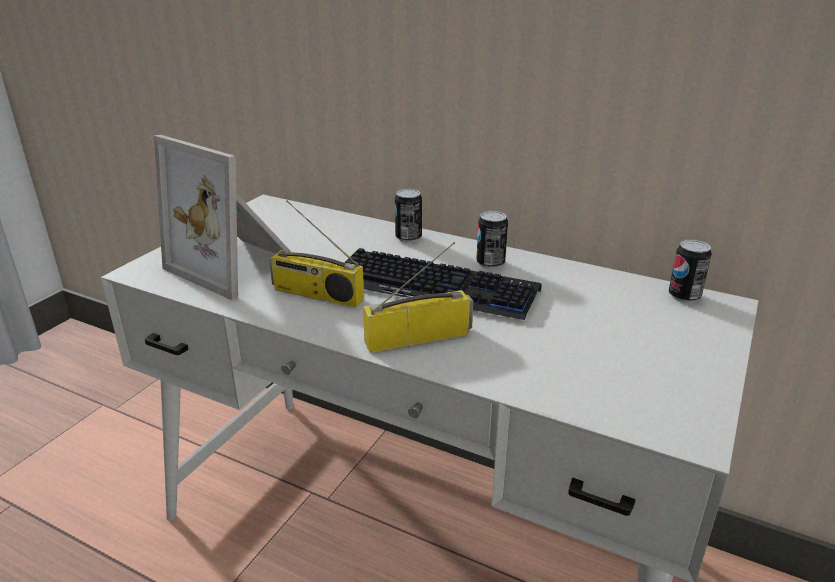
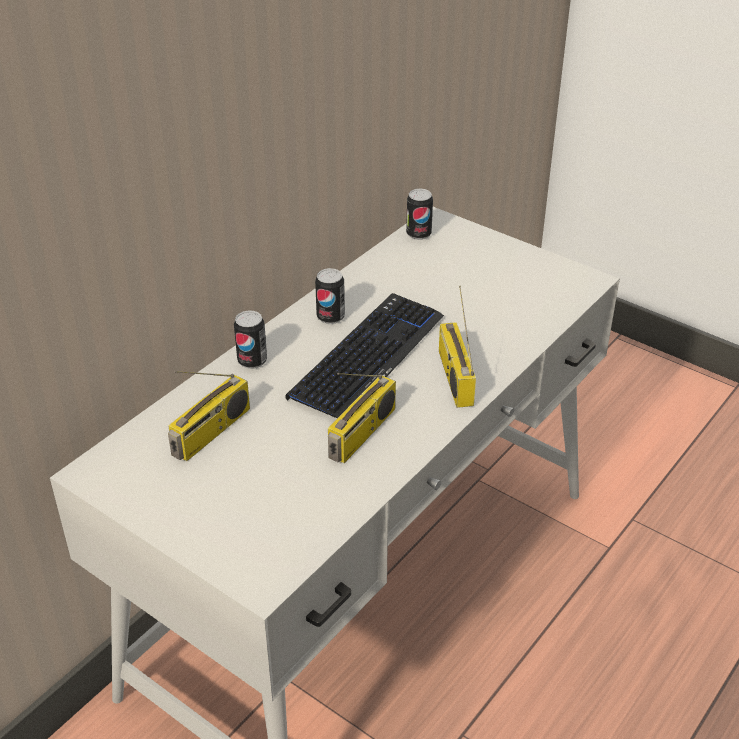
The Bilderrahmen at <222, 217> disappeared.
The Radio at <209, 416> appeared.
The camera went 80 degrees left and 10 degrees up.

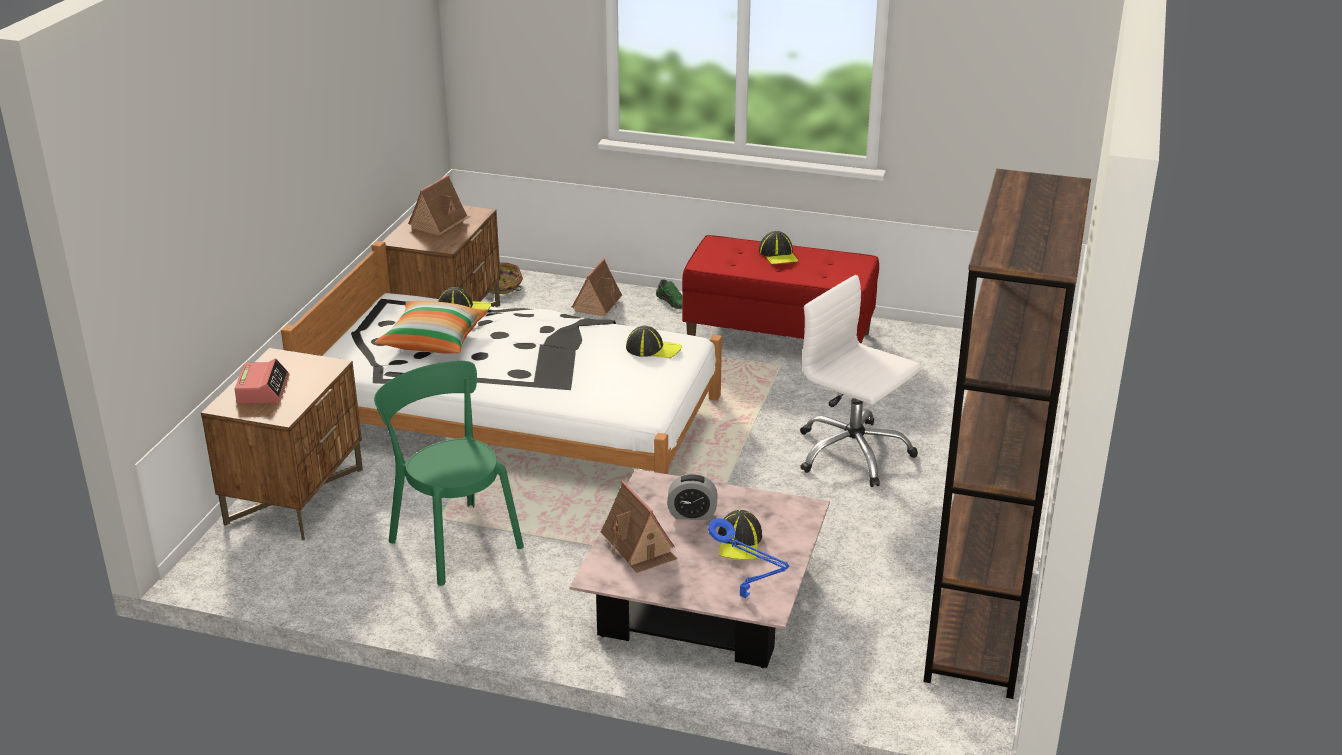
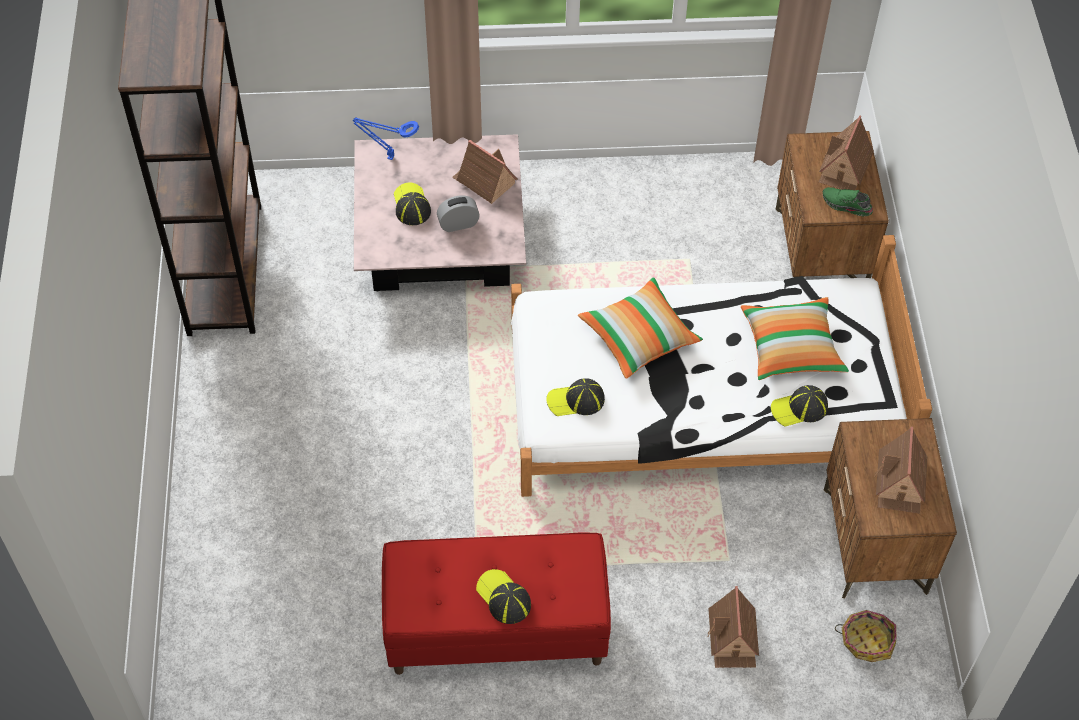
The Bürostuhl (weiß) at <860, 381> disappeared.
The Schuh (grün) moved from <669, 294> to <848, 201>.
The Wecker at <262, 381> was replaced by the Spielzeughaus at <846, 152>.
The Stuhl (grün) at <449, 473> disappeared.
The Kissen at <640, 328> appeared.
The camera went 160 degrees right and 25 degrees up.

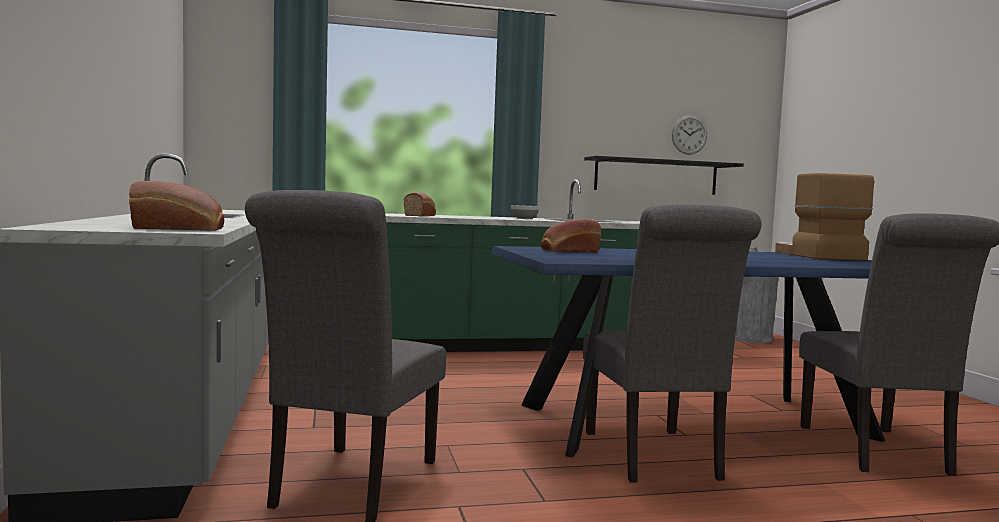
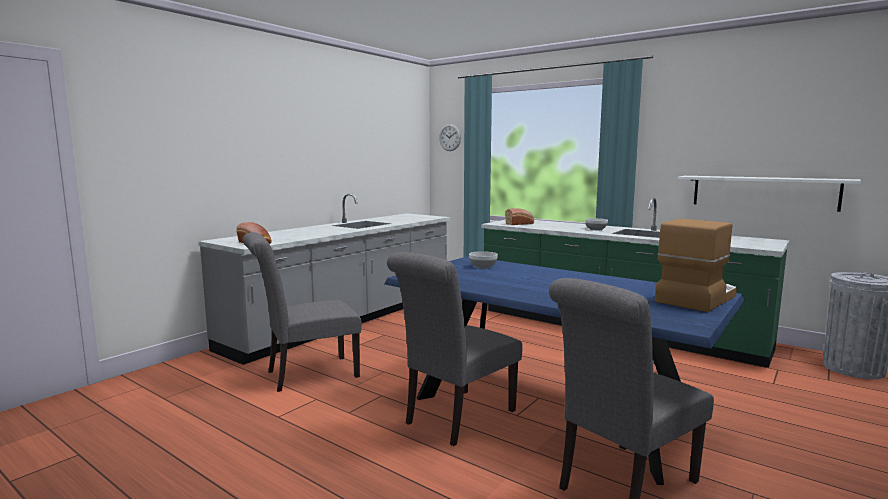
The Wanduhr moved from <689, 135> to <450, 137>.
The Wandregal (schwarz) at <664, 175> became the Wandregal (weiß) at <769, 194>.
The Brot at <571, 235> was replaced by the Schüssel at <483, 260>.
The camera went 50 degrees right and 5 degrees up.

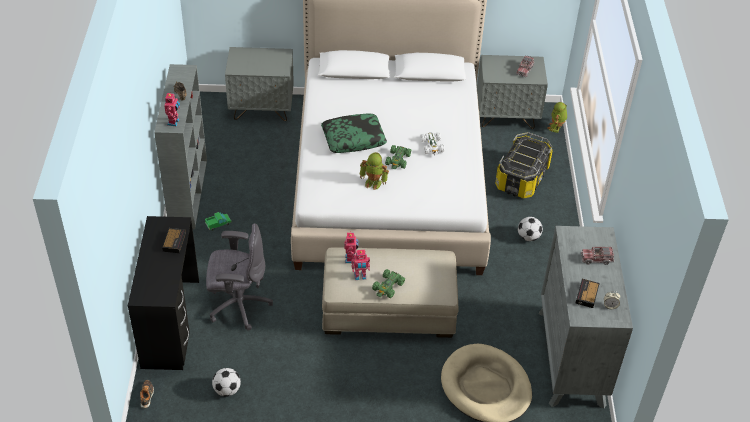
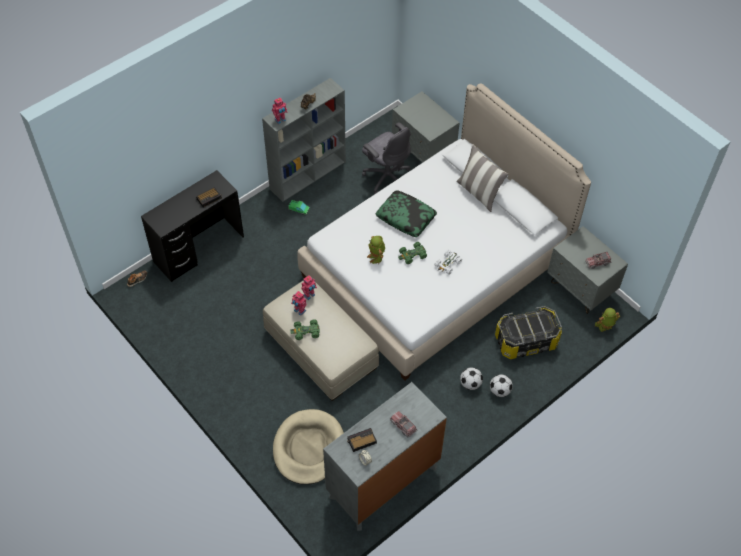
The Bürostuhl (grau) moved from <239, 277> to <386, 158>.
The Fußball moved from <226, 382> to <501, 385>.
The Kissen at <482, 178> appeared.
The camera went 50 degrees right and 10 degrees up.

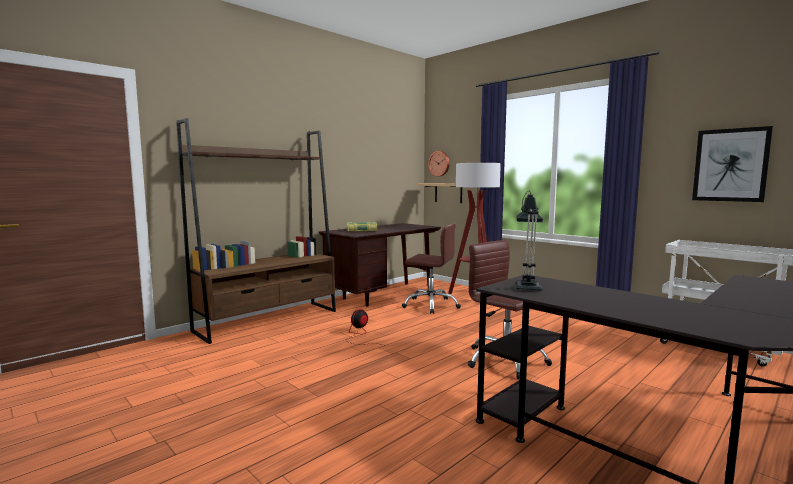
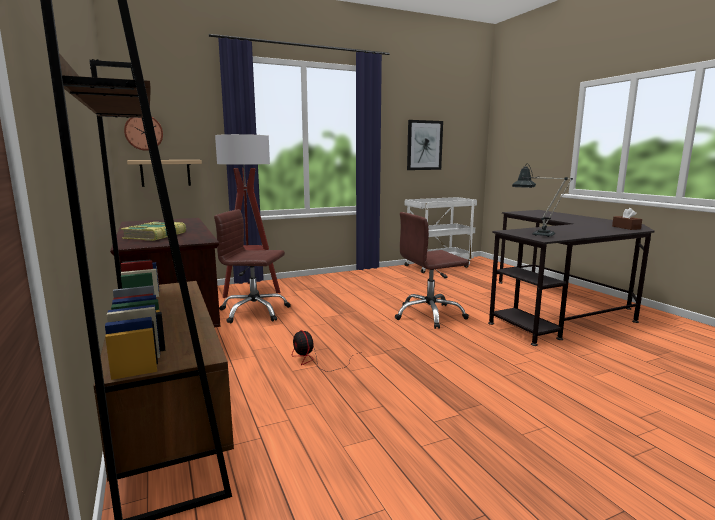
The Bürostuhl (braun) at <431, 269> turned 120 degrees counterclockwise.
The Taschentuchbox (braun) at <627, 219> appeared.
The camera went 70 degrees left and 5 degrees up.

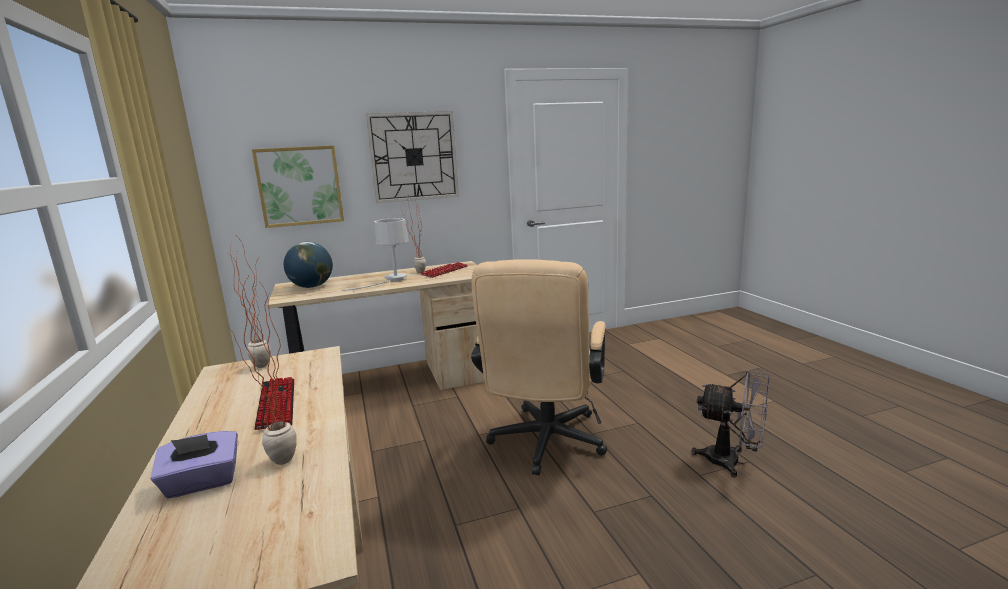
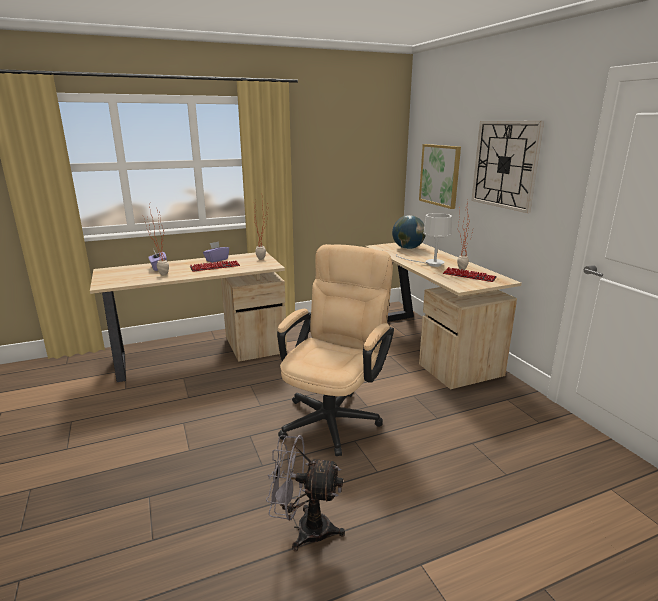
The Bürostuhl (beige) at <539, 367> turned 105 degrees clockwise.
The Ventilator (grau) at <730, 423> turned 75 degrees clockwise.
The Taschentuchbox (lila) at <216, 252> appeared.
The camera went 85 degrees right and 5 degrees up.

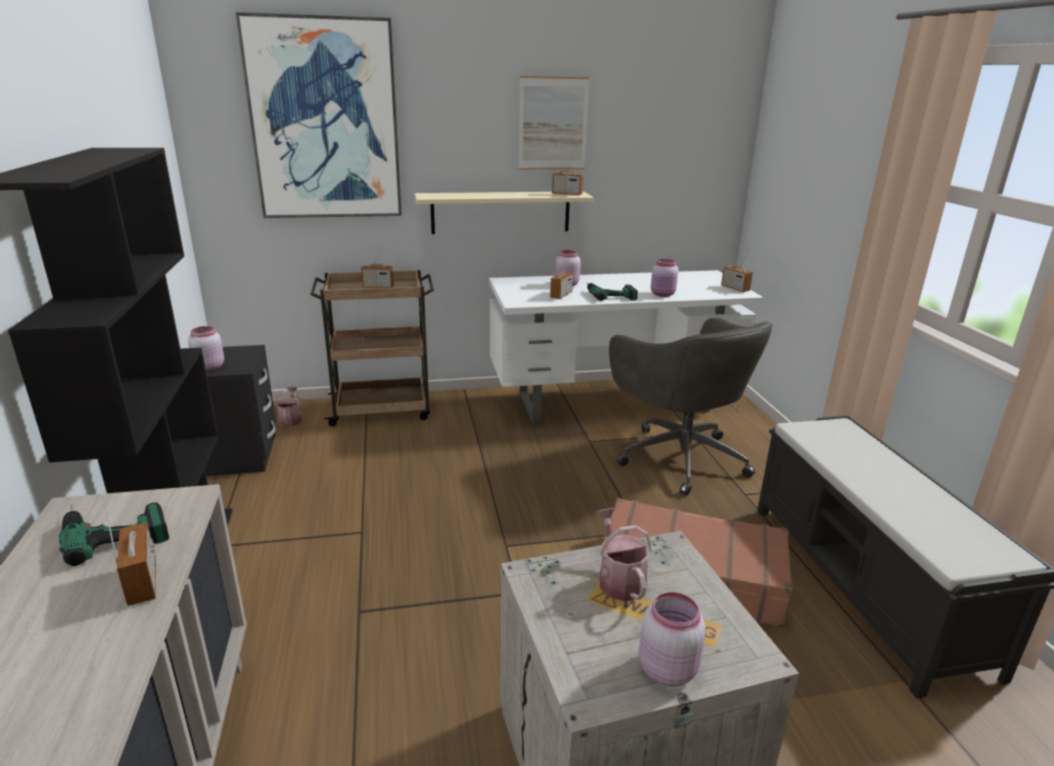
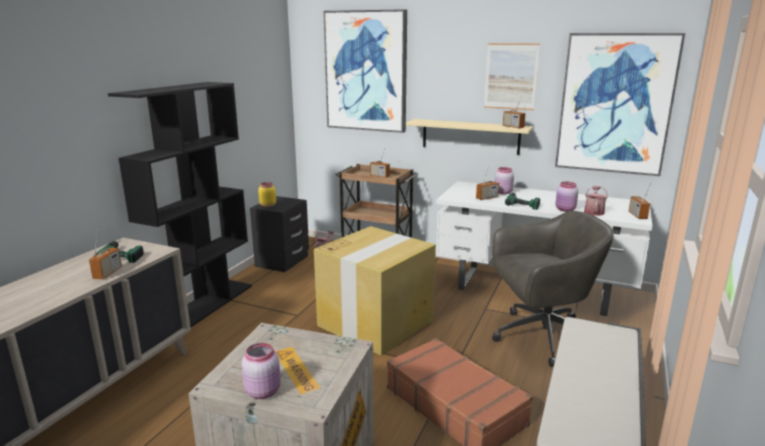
The Bürostuhl (grau) at <691, 407> turned 105 degrees counterclockwise.
The Vorratsglas (rosa) at <206, 348> became the Vorratsglas (gelb) at <267, 194>.
The Gießkanne moved from <623, 554> to <596, 200>.
The Bild at <620, 104> appeared.
The Karton at <375, 291> appeared.
The camera went 35 degrees right and 5 degrees down.

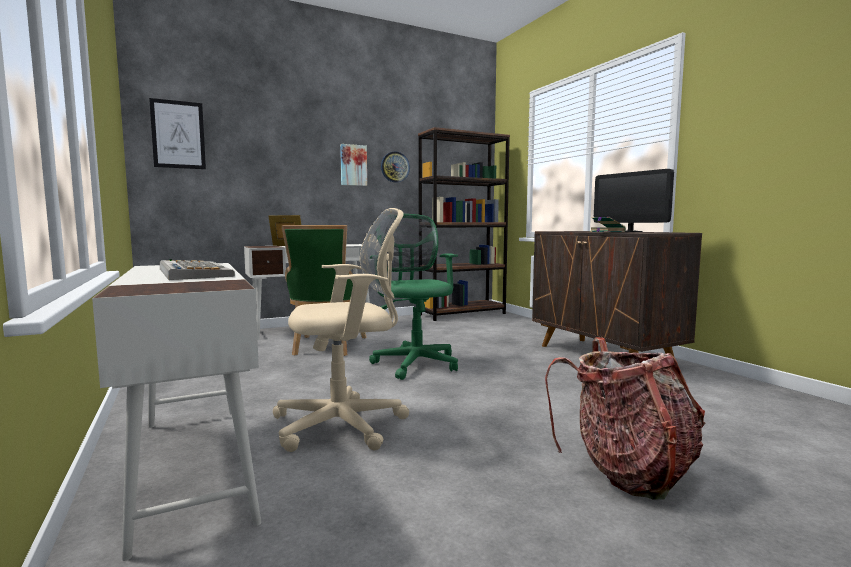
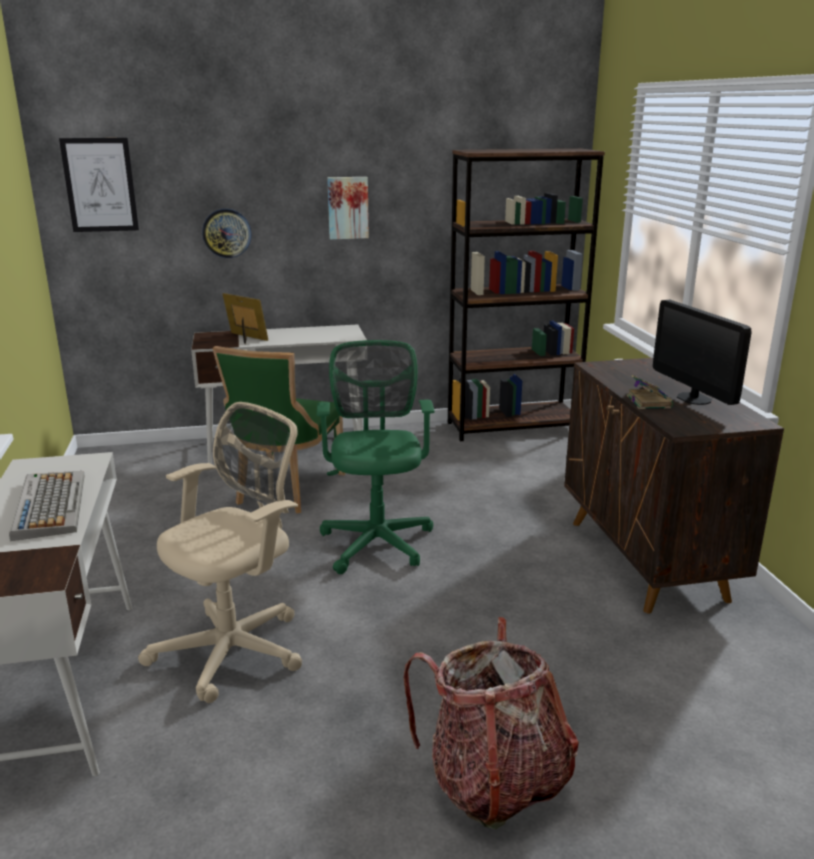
The Wanduhr moved from <395, 166> to <226, 233>.
The Bürostuhl (beige) at <341, 330> turned 45 degrees counterclockwise.
The camera went 15 degrees right and 15 degrees up.

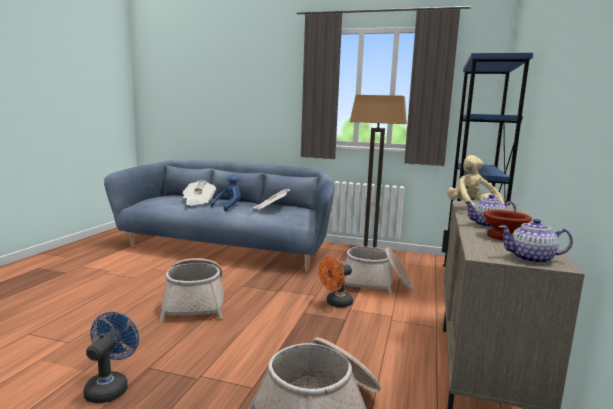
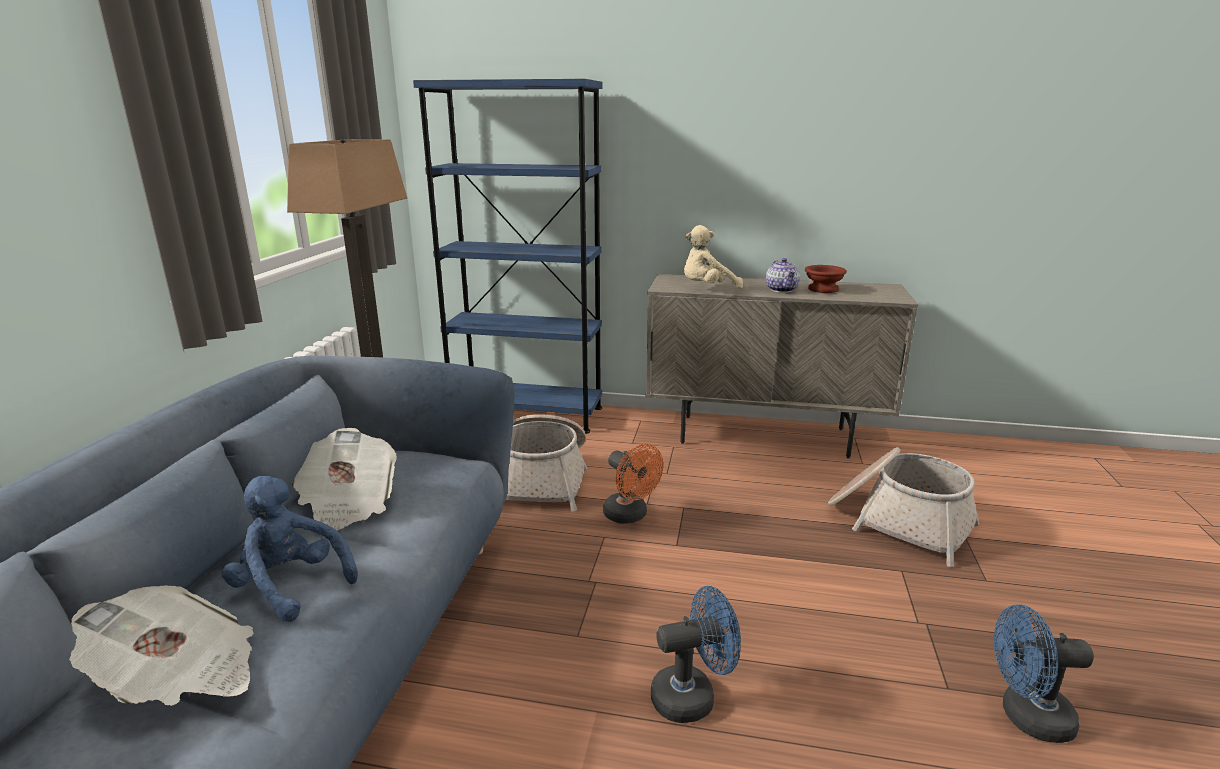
The Teekanne at <535, 241> disappeared.
The Korb at <191, 290> was replaced by the Ventilator (blau) at <696, 654>.
The camera went 95 degrees left and 10 degrees up.

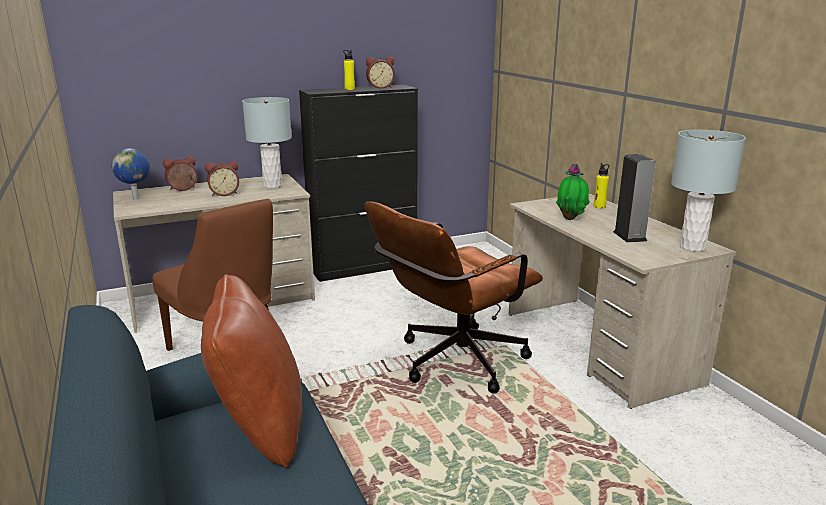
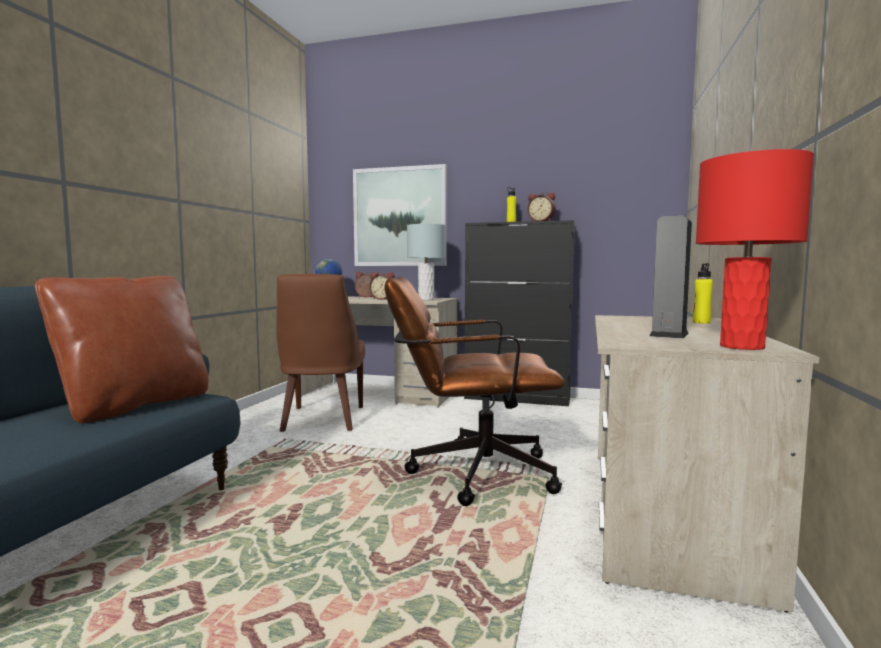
The Tischlampe (grau) at <708, 191> became the Tischlampe (rot) at <755, 249>.
The Topfpflanze at <573, 192> disappeared.
The Bild at <400, 215> appeared.
The camera went 40 degrees right and 15 degrees down.

